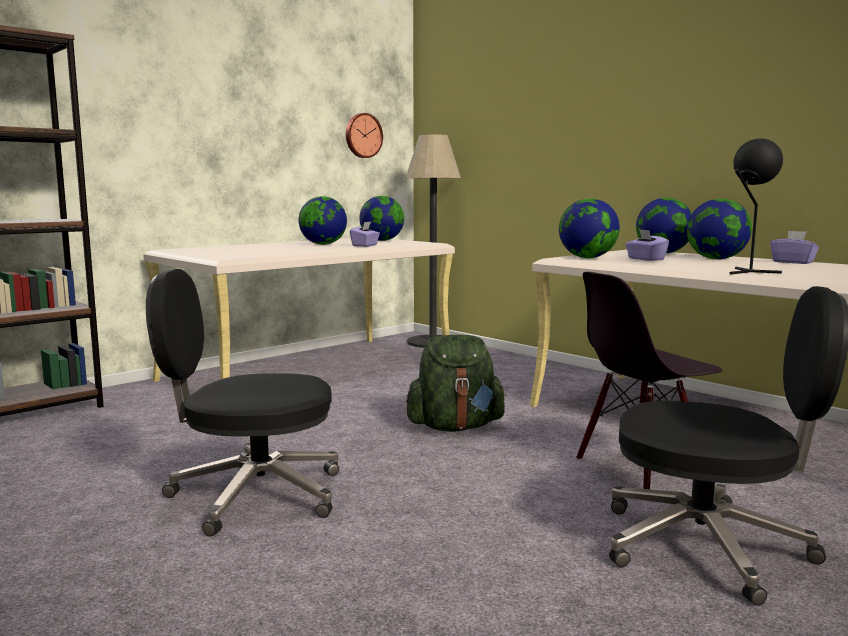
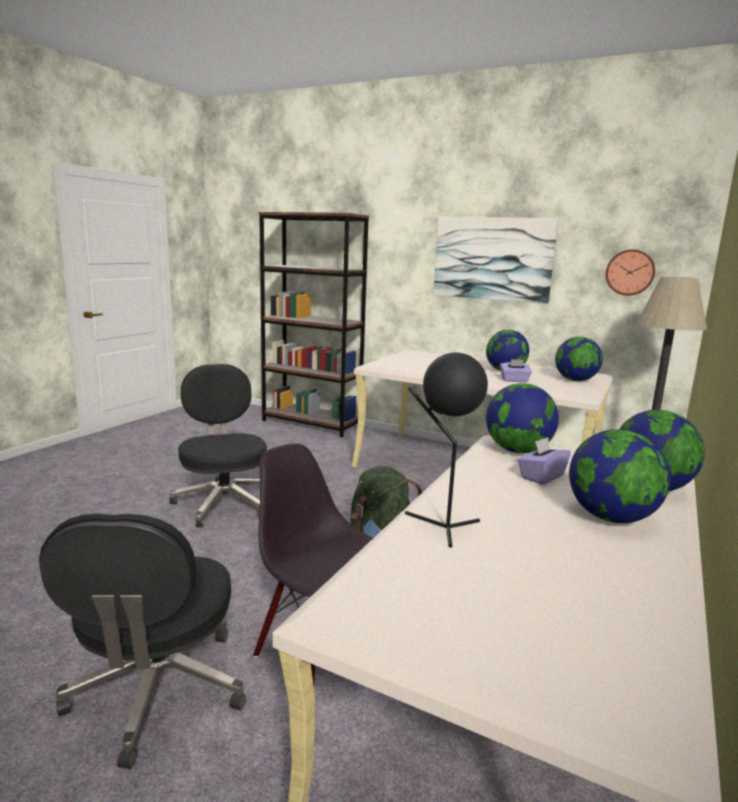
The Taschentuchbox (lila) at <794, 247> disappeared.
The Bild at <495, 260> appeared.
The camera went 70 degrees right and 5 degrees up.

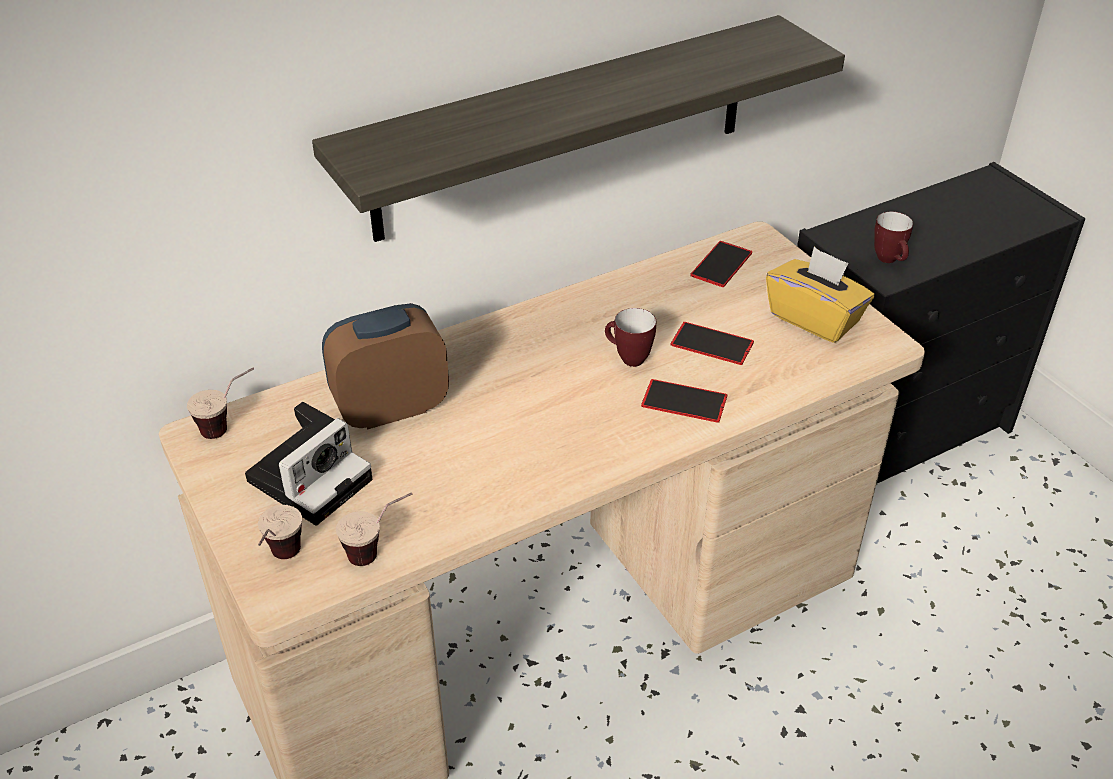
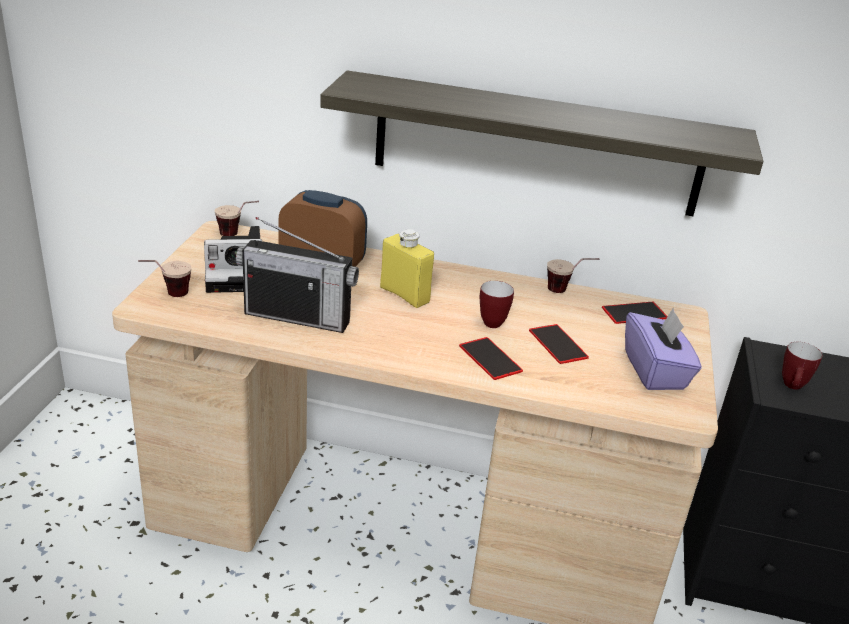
The Taschentuchbox (gelb) at <820, 295> became the Taschentuchbox (lila) at <663, 349>.
The Tasse moved from <374, 529> to <573, 275>.
The Radio at <297, 275> appeared.
The Flasche (gelb) at <407, 268> appeared.
The camera went 40 degrees right and 10 degrees down.

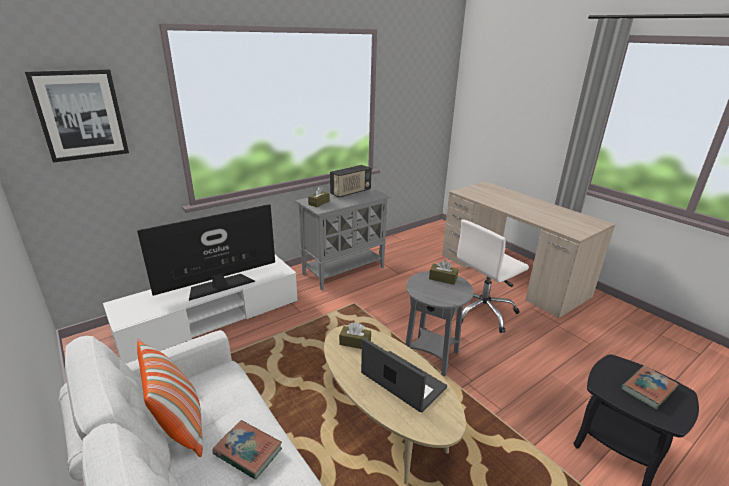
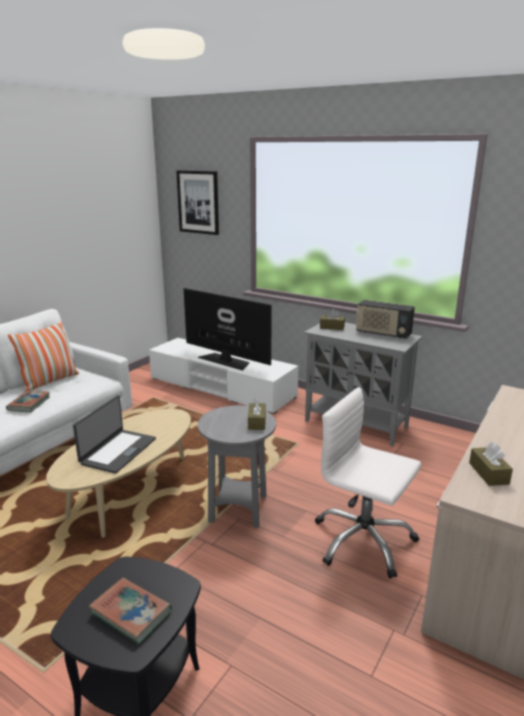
The Taschentuchbox (braun) moved from <355, 335> to <491, 464>.
The camera went 70 degrees right and 5 degrees down.

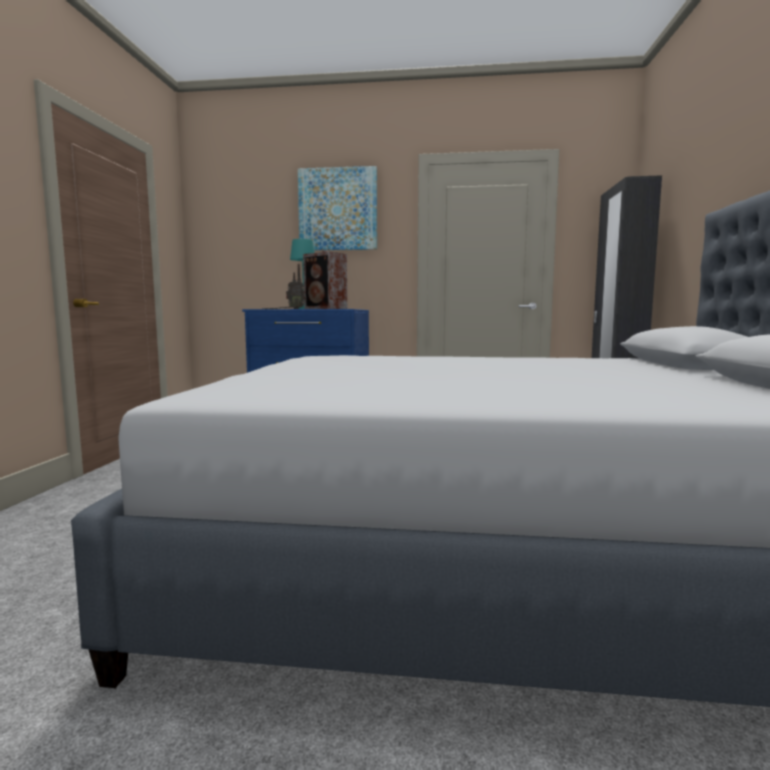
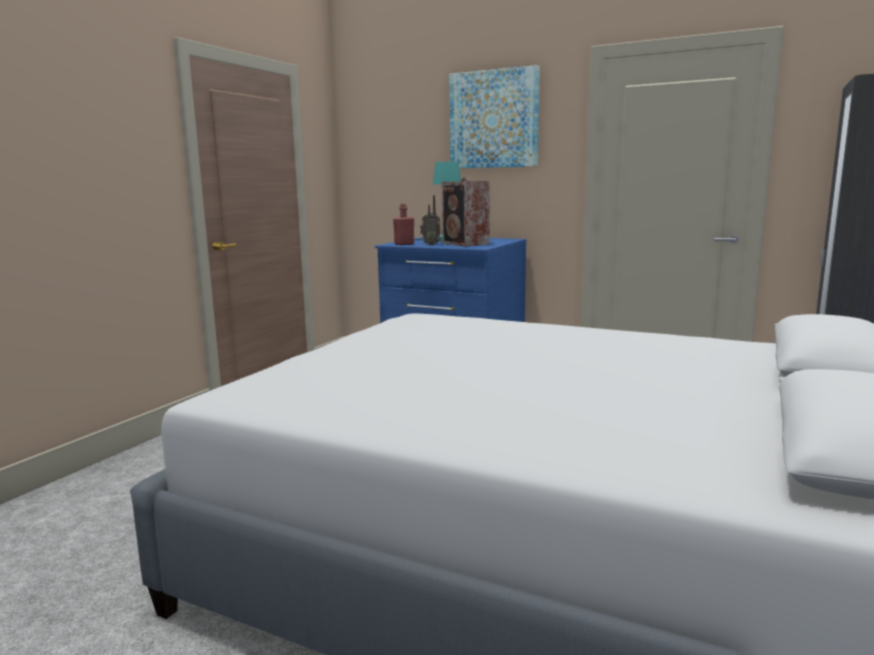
The Flasche (rot) at <403, 224> appeared.
The camera went 20 degrees right and 5 degrees up.

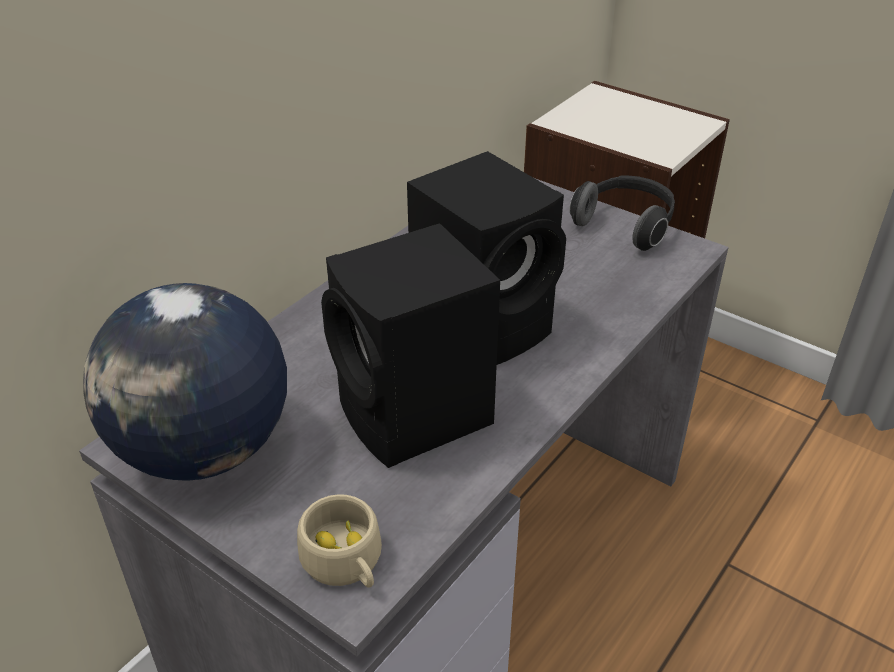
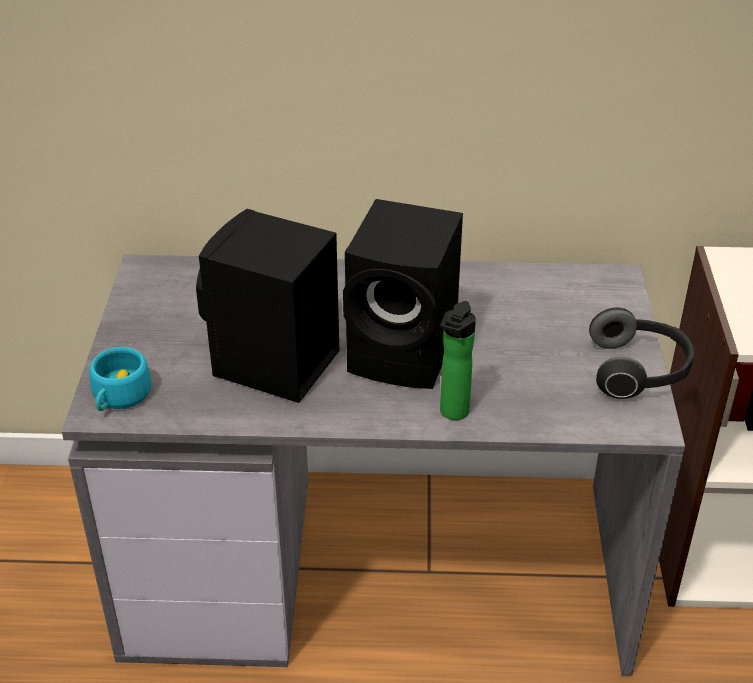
The Globus at <185, 382> disappeared.
The Tasse (beige) at <339, 540> became the Tasse (türkis) at <120, 379>.
The Flasche at <458, 360> appeared.
The camera went 55 degrees right and 0 degrees up.

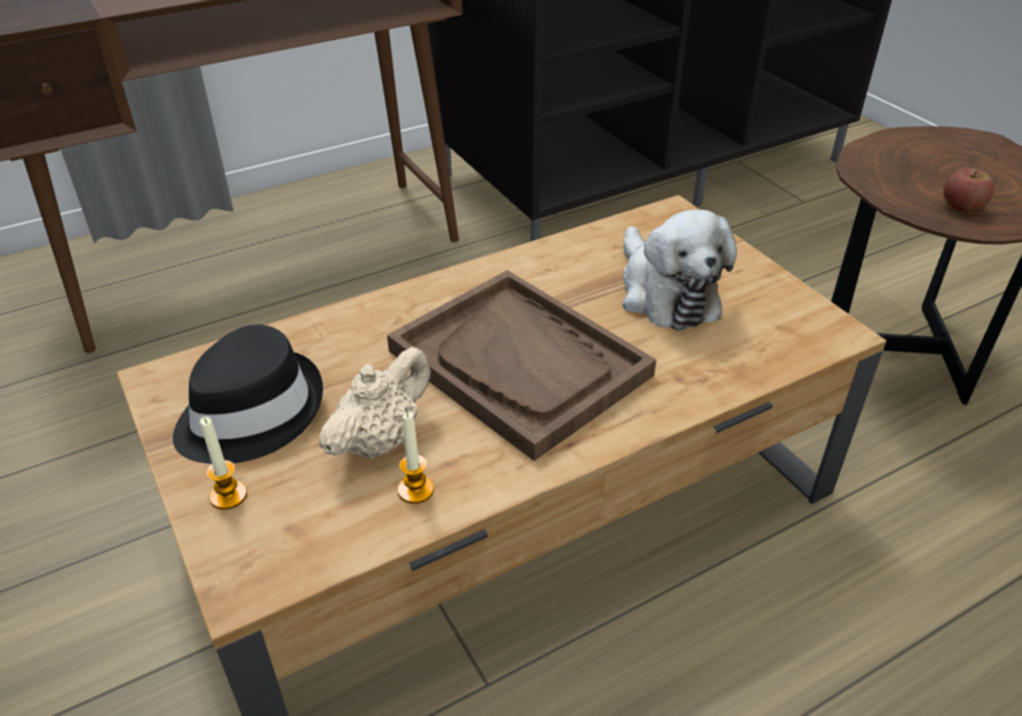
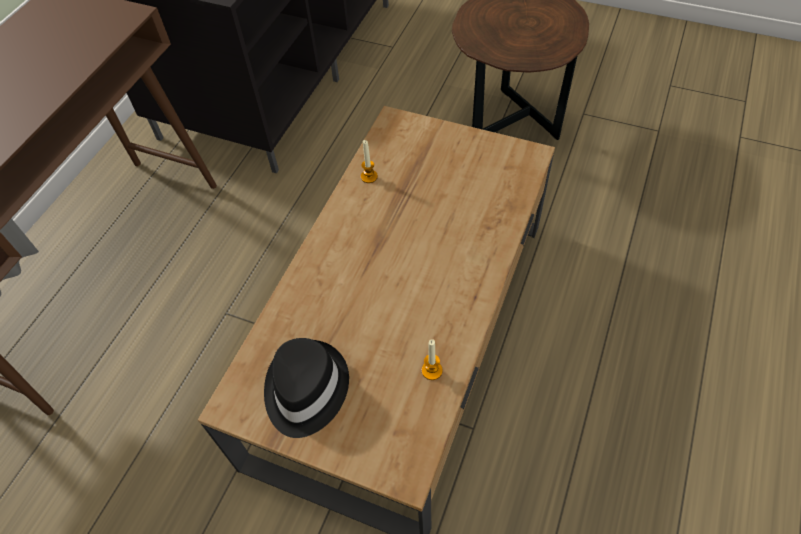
The Apfel at <968, 190> disappeared.
The Plüschtier at <679, 270> disappeared.
The Tablett (braun) at <521, 365> disappeared.
The Teekanne (beige) at <375, 403> disappeared.
The Kerze moved from <223, 463> to <369, 161>.
The camera went 35 degrees left and 15 degrees up.

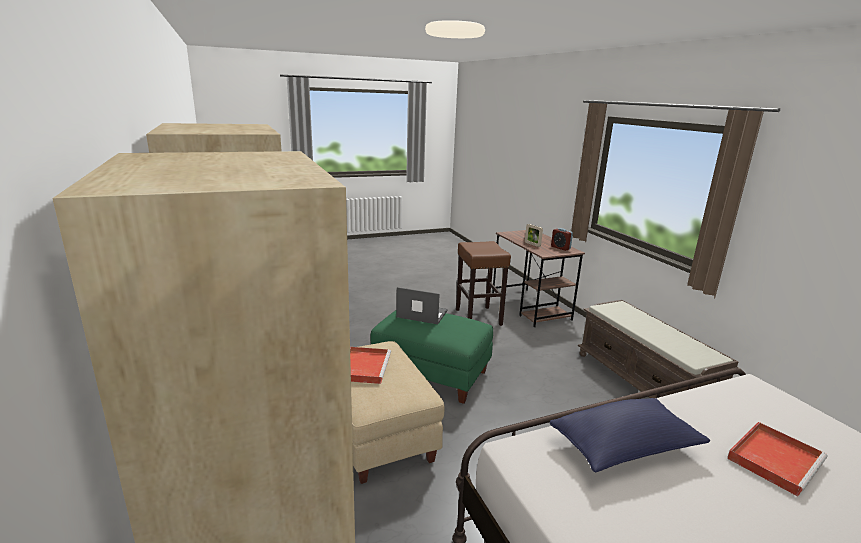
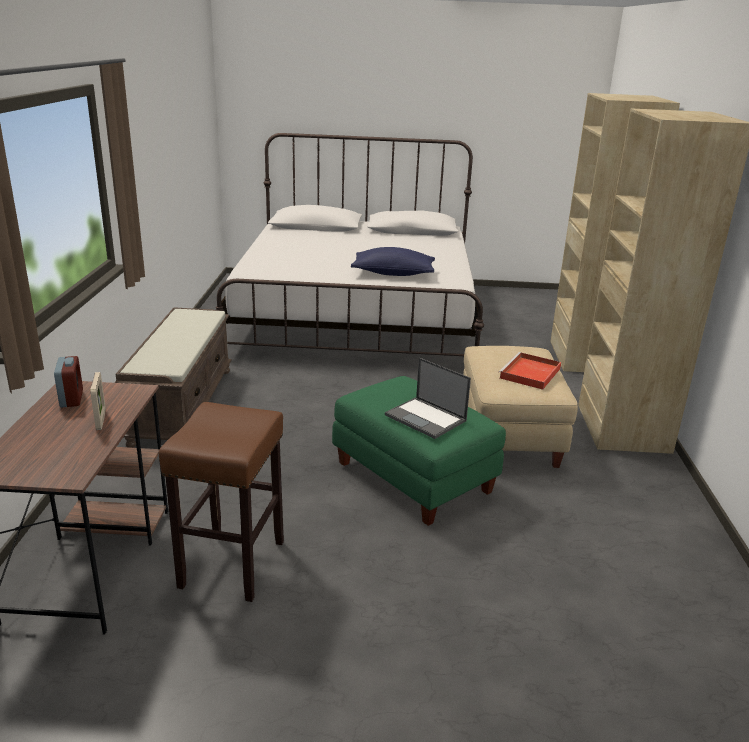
The Tablett (rot) at <777, 459> disappeared.
The camera went 155 degrees left and 5 degrees up.

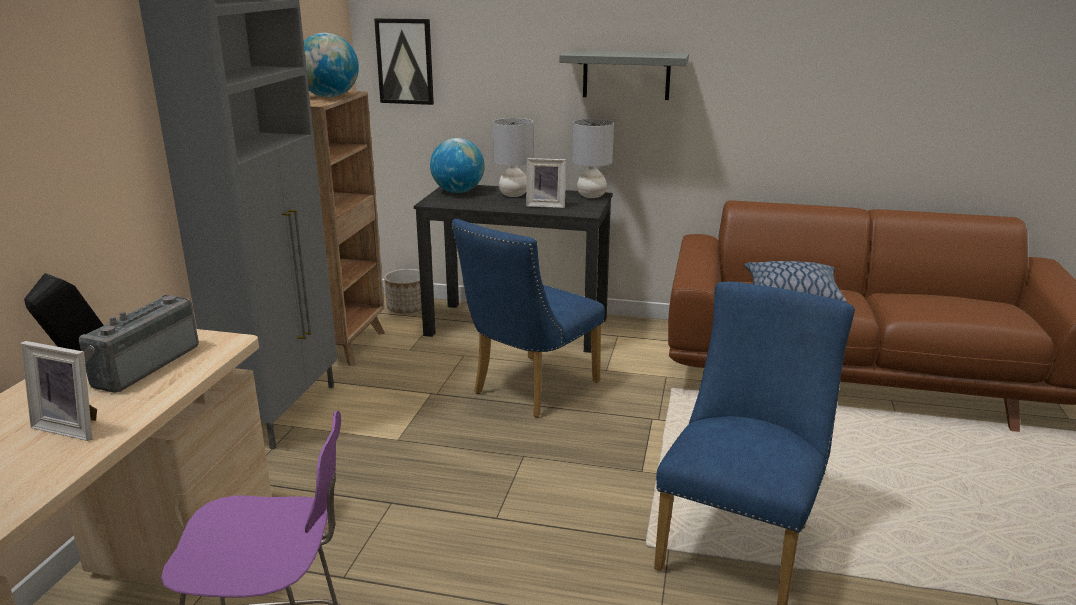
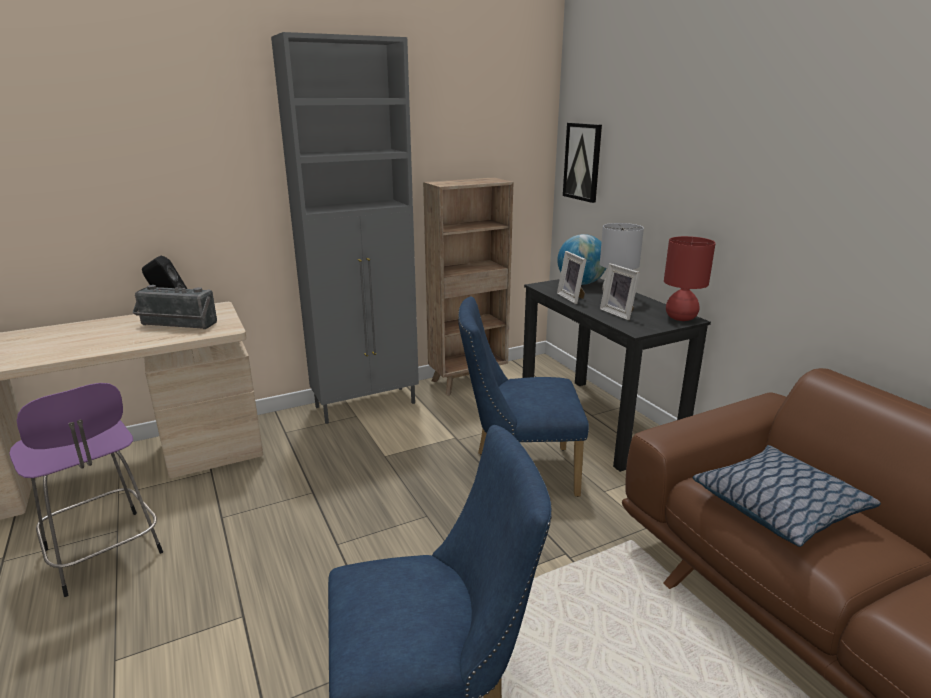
The Globus at <331, 65> disappeared.
The Wandregal (grau) at <624, 75> disappeared.
The Tischlampe (grau) at <593, 158> became the Tischlampe (rot) at <690, 278>.
The Pflanzkübel at <403, 291> disappeared.
The Radio at <139, 344> turned 150 degrees counterclockwise.
The Bilderrahmen moved from <59, 391> to <572, 277>.
The camera went 50 degrees right and 0 degrees up.

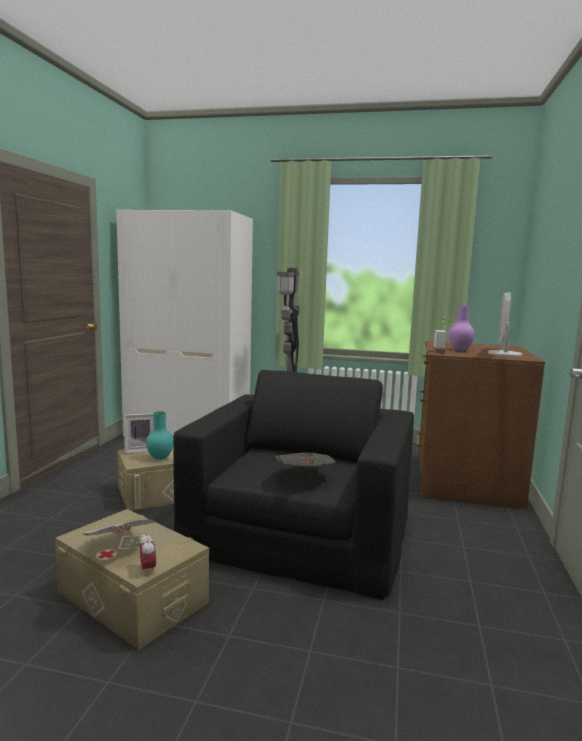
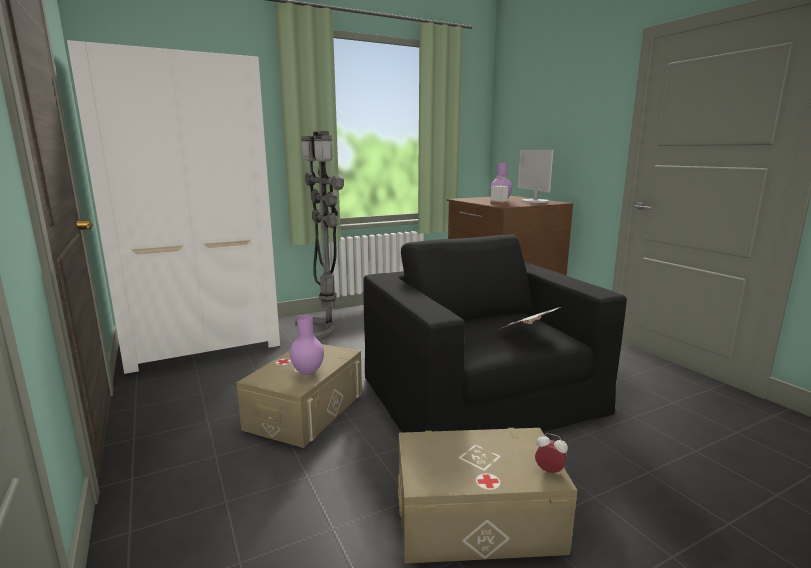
The Vase (türkis) at <160, 435> became the Vase (lila) at <307, 345>.
The Bilderrahmen at <139, 433> disappeared.
The Zeitung at <118, 527> disappeared.
The camera went 40 degrees left and 5 degrees up.

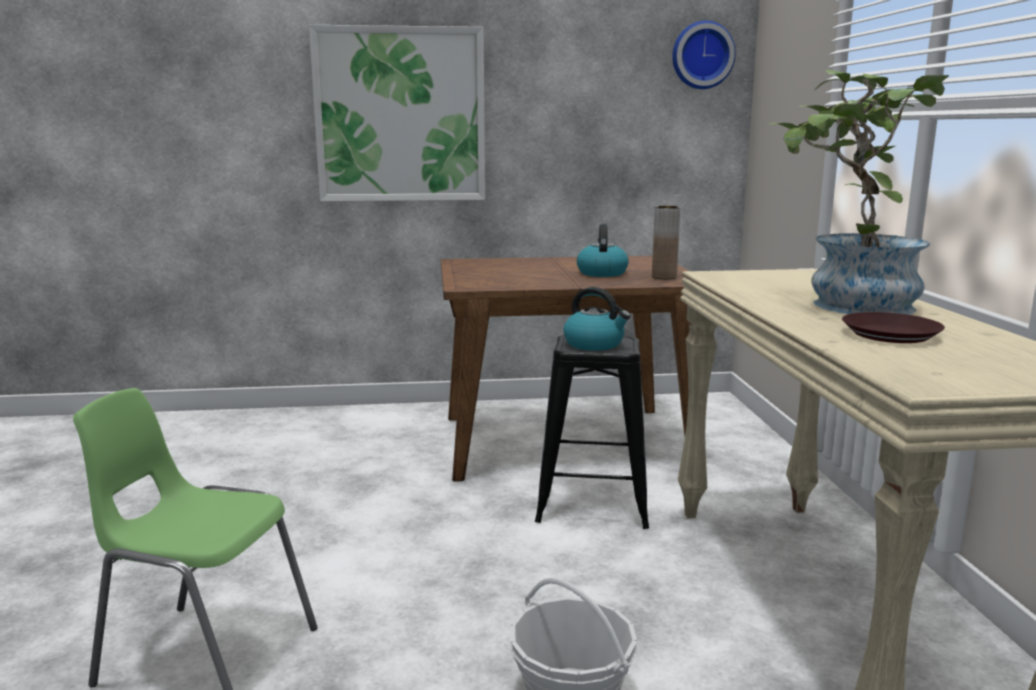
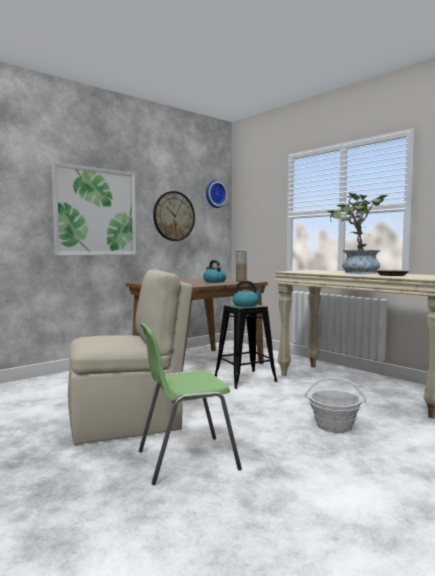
The Wanduhr at <174, 216> appeared.
The Stuhl (beige) at <130, 357> appeared.
The camera went 35 degrees left and 10 degrees down.

